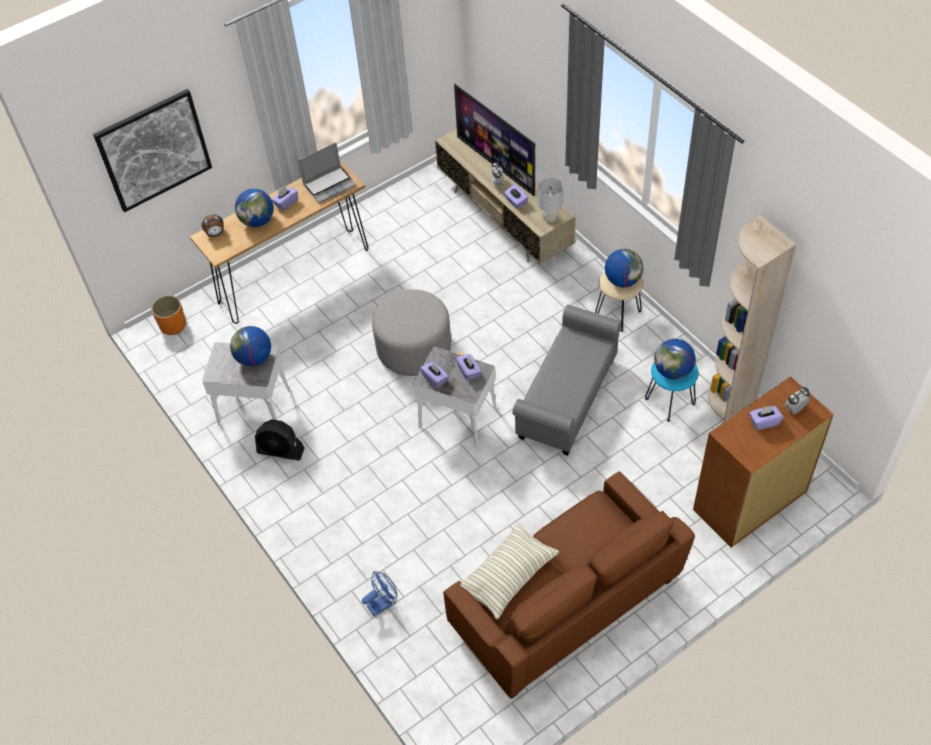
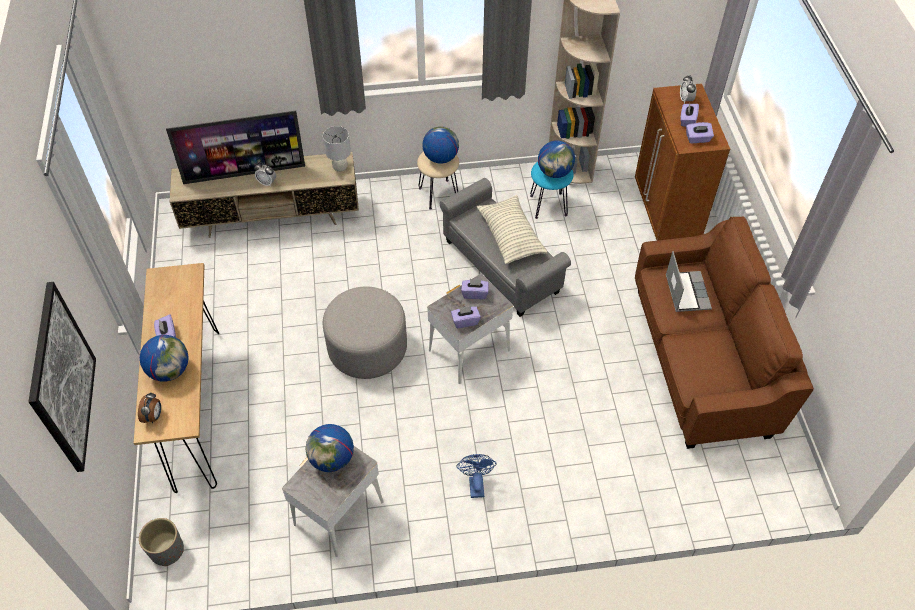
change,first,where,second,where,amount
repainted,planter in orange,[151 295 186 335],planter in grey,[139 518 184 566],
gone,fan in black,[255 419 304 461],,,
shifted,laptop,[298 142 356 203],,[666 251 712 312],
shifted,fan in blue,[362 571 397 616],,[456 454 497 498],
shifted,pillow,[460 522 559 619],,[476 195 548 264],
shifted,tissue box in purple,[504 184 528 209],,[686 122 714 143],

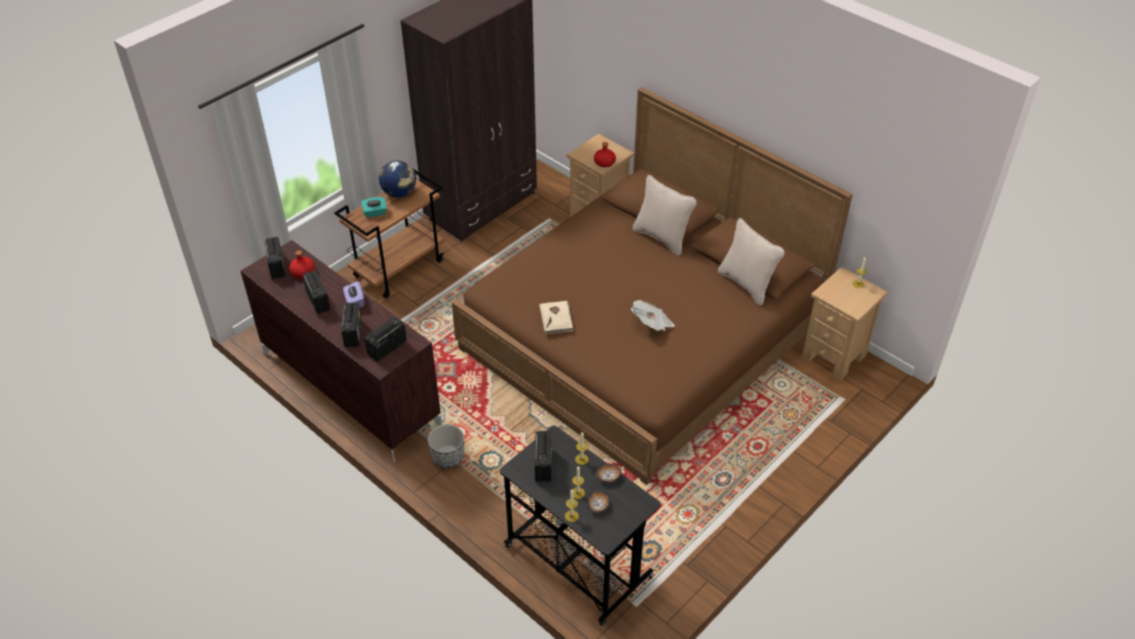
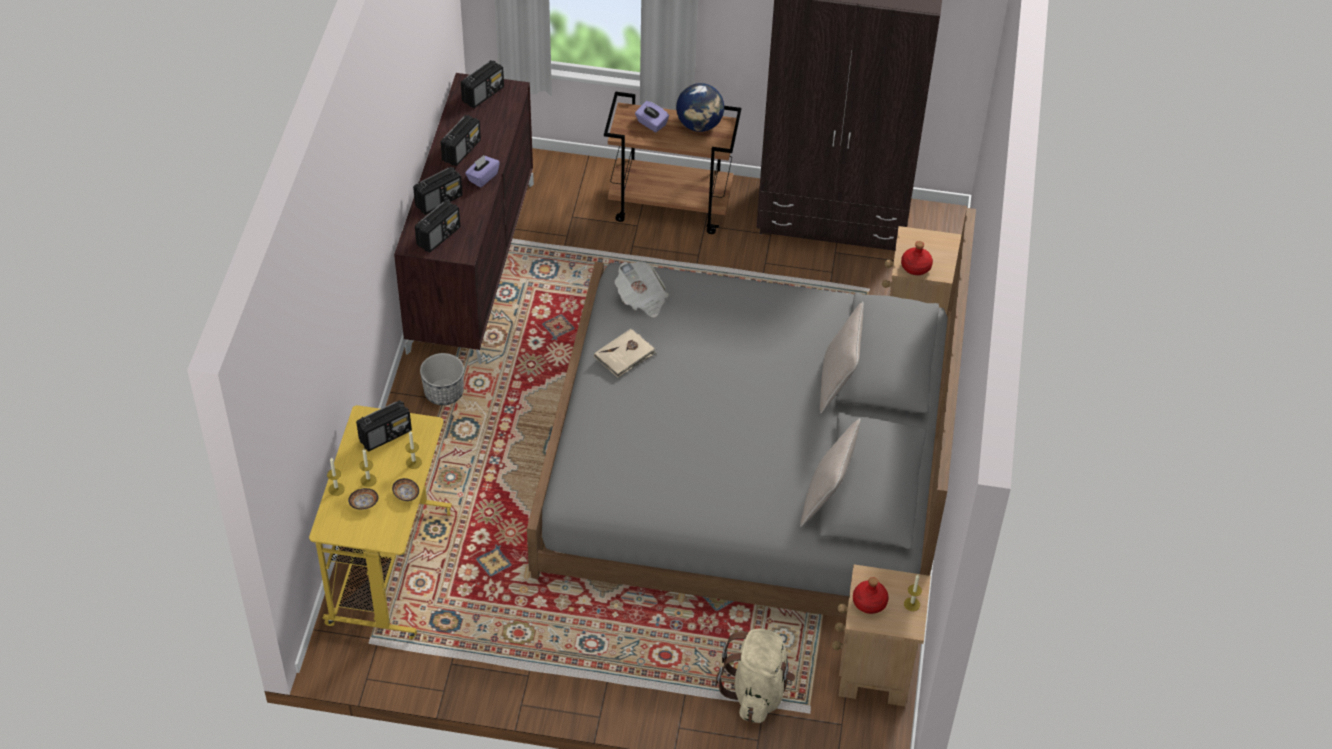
change,first,where,second,where,amount
shifted,bottle in red,[289 250 315 279],,[853 577 889 614],
repainted,tissue box in turquoise,[361 197 387 218],tissue box in purple,[635 101 669 132],
rotated,radio,[365 317 407 362],,[415 200 460 253],120 degrees clockwise
repainted,bed in brown,[452 87 853 485],bed in grey,[527 208 976 618],
repainted,desk in black,[500 426 661 626],desk in yellow,[309 405 452 639],
shifted,newspaper,[631 300 675 331],,[615 261 669 318],
new,,,backpack in beige,[715 628 795 723],

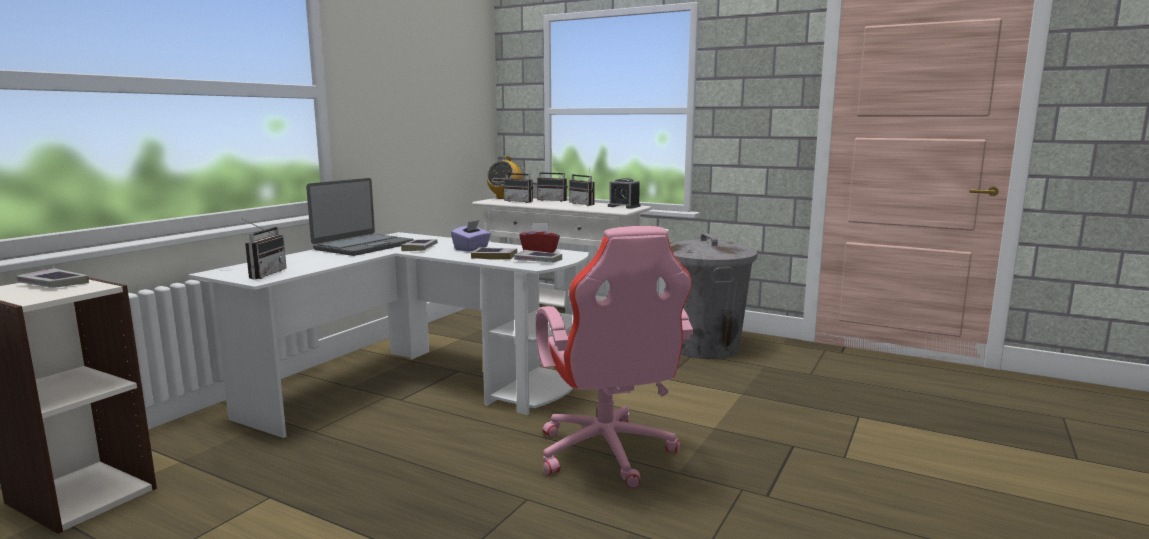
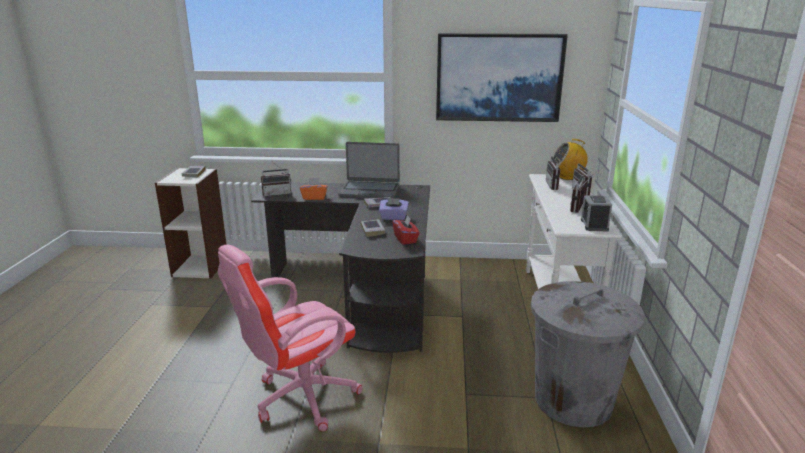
change,first,where,second,where,amount
repainted,desk in white,[188 232 589 438],desk in black,[251 182 430 353],
gone,book,[514 250 562 262],,,
new,,,tissue box in orange,[300 178 328 200],
new,,,picture,[436 33 568 122],

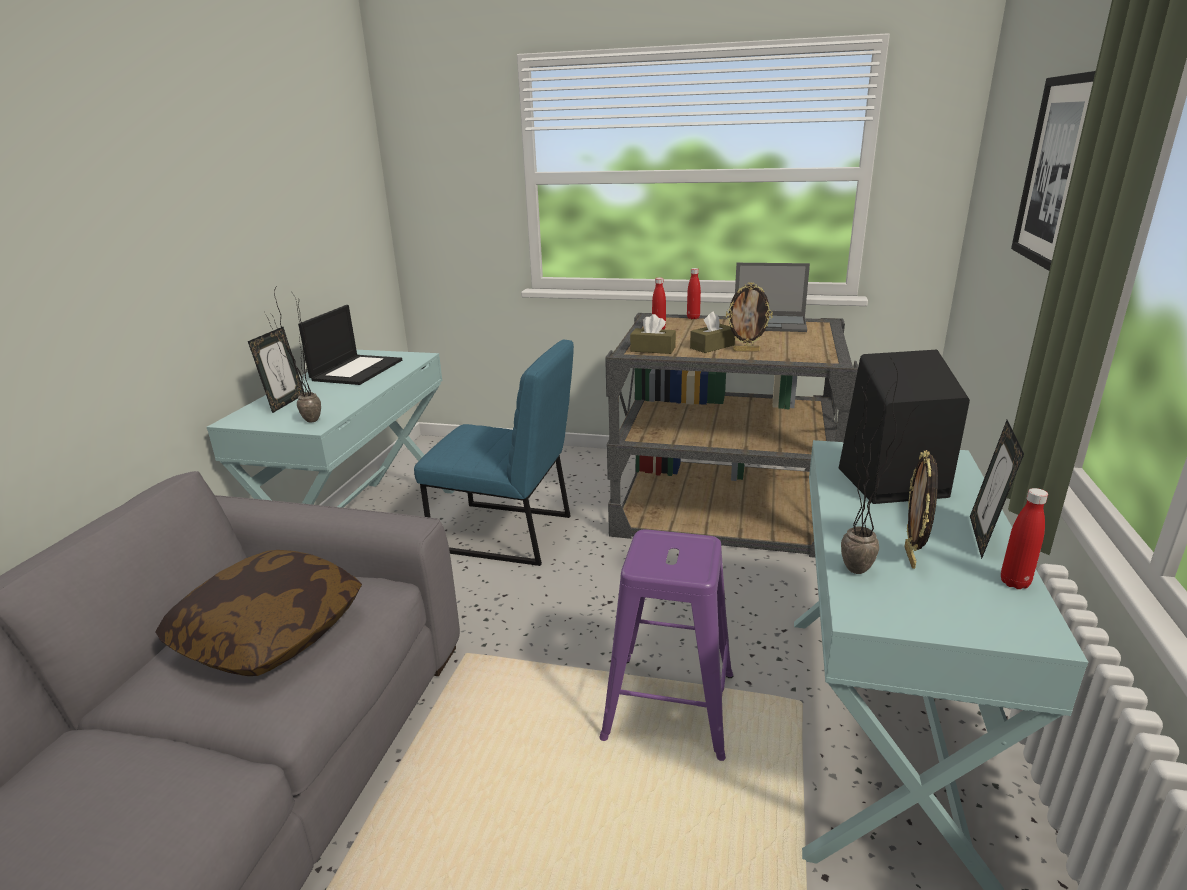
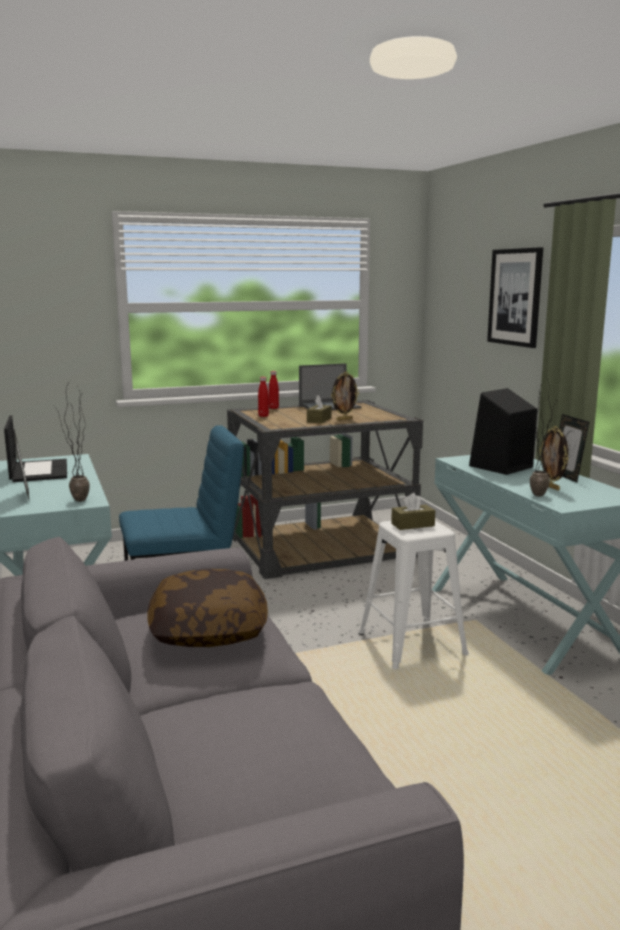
change,first,where,second,where,amount
repainted,stool in purple,[600 529 733 761],stool in white,[358 521 469 669],
shifted,tissue box in brown,[630 314 676 354],,[391 493 435 530],
gone,bottle in red,[1001 488 1048 589],,,

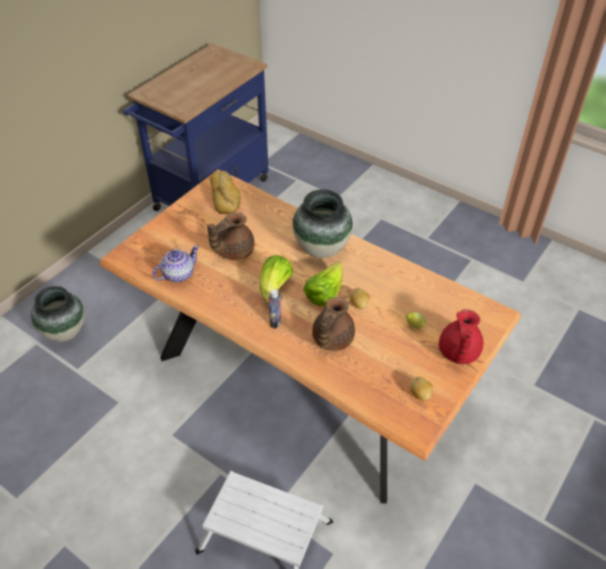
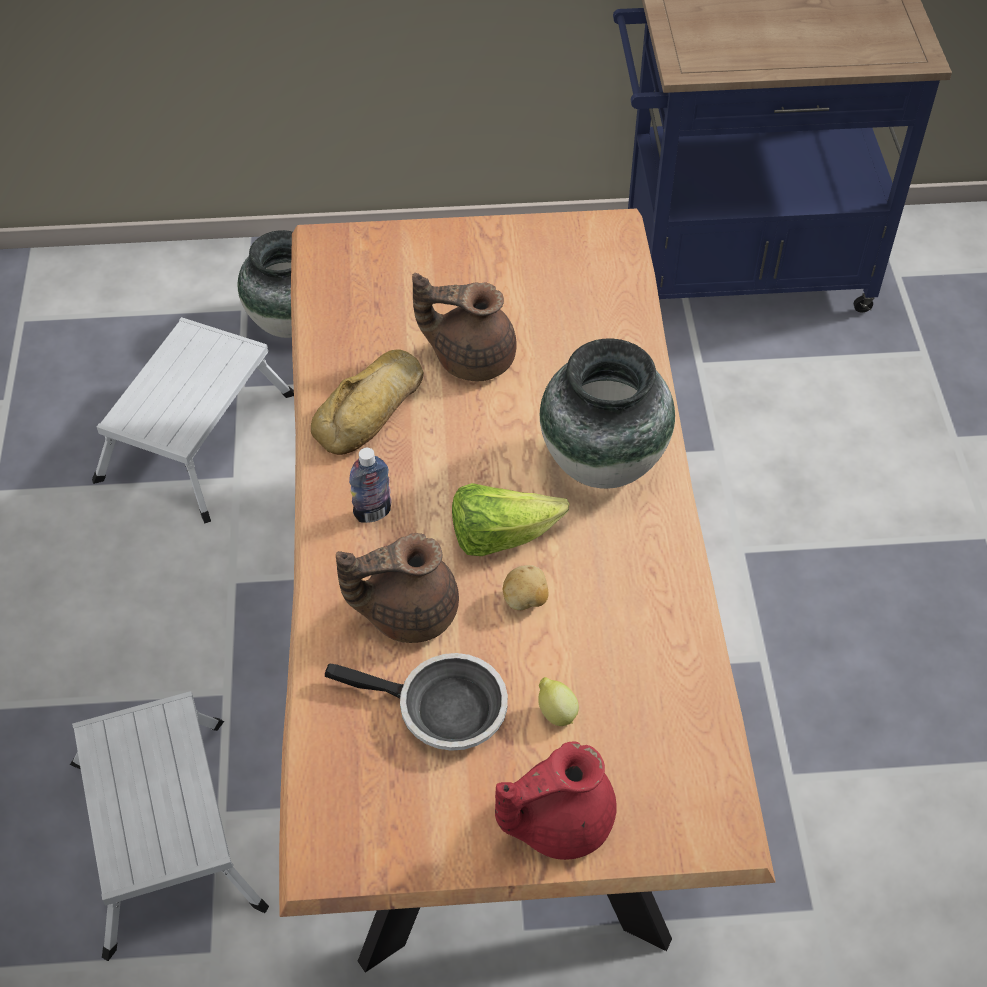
change,first,where,second,where,amount
gone,teapot,[152 245 199 282],,,
shifted,bread,[210 171 241 214],,[311 349 424 455],
gone,lettuce,[260 255 293 303],,,
gone,potato,[411 377 433 401],,,
new,,,step ladder in white,[92 317 294 523],
new,,,frying pan,[325 653 508 751],

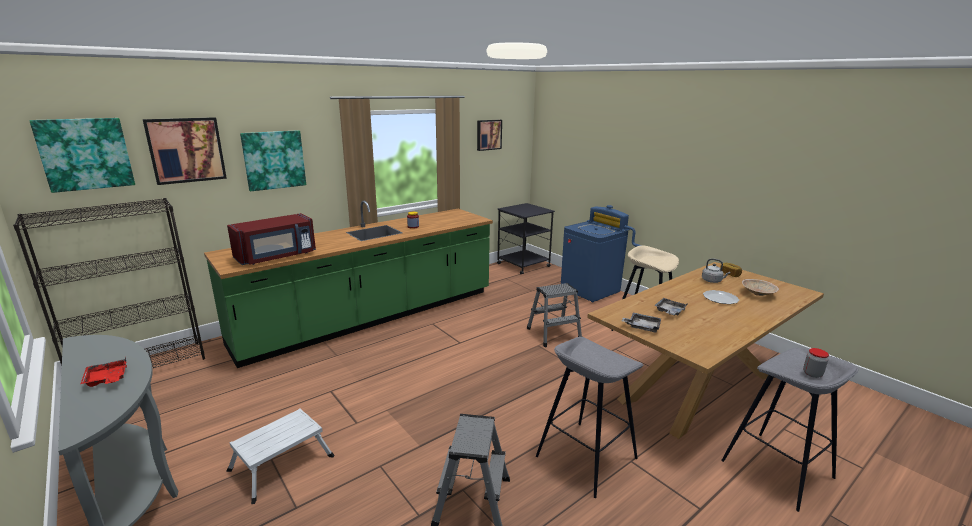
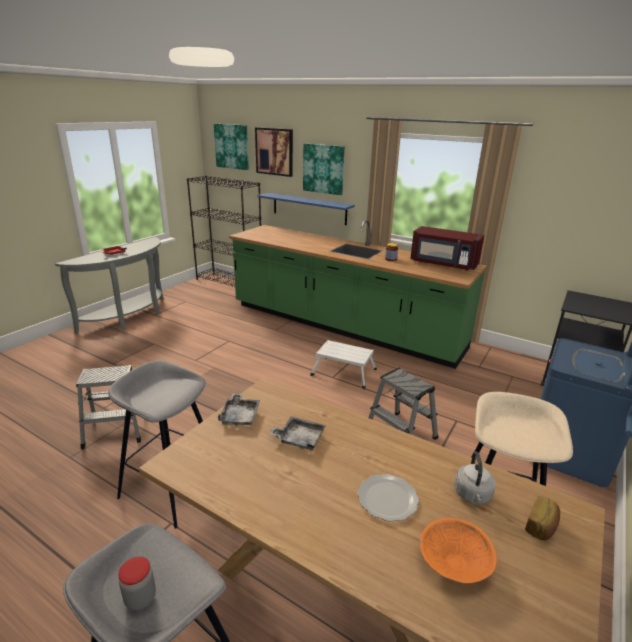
change,first,where,second,where,amount
shifted,step ladder in white,[226 409 335 504],,[310 340 377 389],
shifted,microwave in red,[227 213 316 265],,[410 226 484 271],
gone,picture,[477 120 502 151],,,
repainted,bowl in beige,[742 279 779 296],bowl in orange,[420 518 497 583],
new,,,shelf in blue,[257 193 355 225],

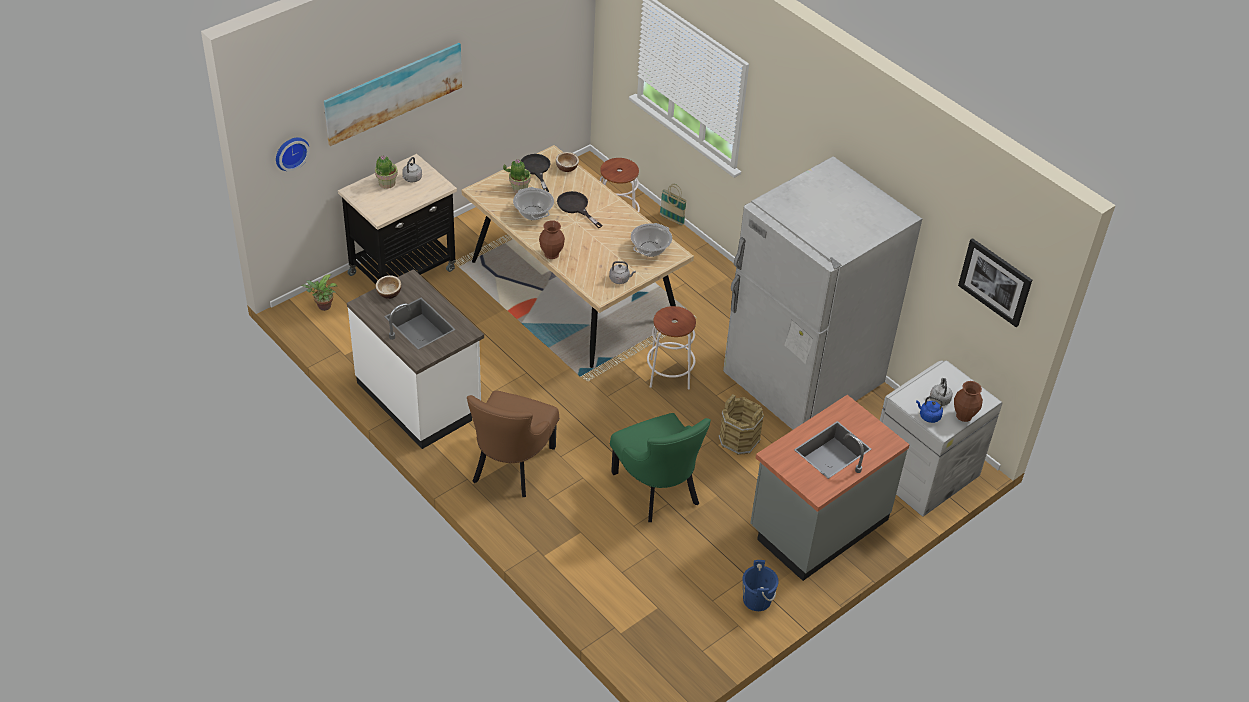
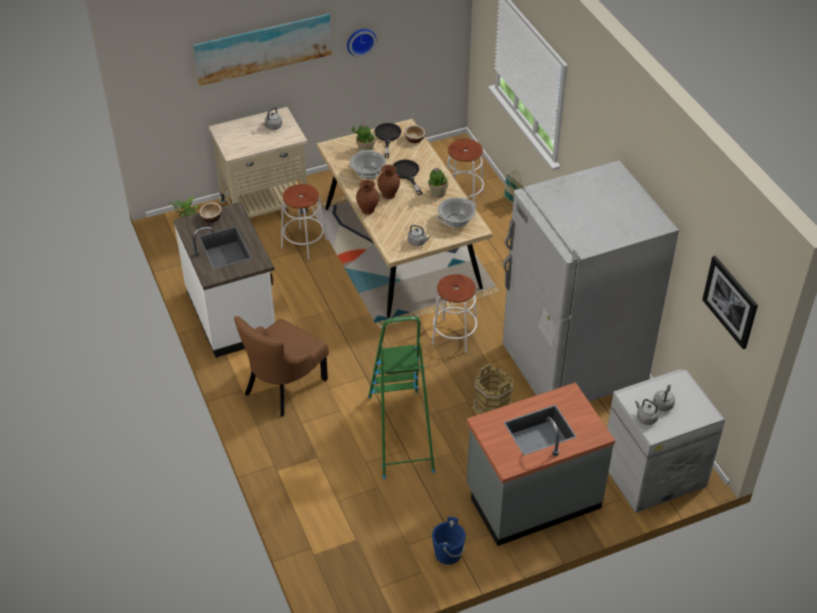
change,first,where,second,where,amount
shifted,wall clock,[276 138 310 171],,[347 29 376 57],
repainted,cart in black,[338 154 457 284],cart in beige,[209 107 308 218],
shifted,potted plant,[375 155 398 189],,[428 168 448 198],
swapped,chair in green,[609 413 711 522],step ladder in green,[368 316 435 479],
repainted,kettle in blue,[916 396 943 423],kettle in grey,[635 399 659 425],
shifted,vase in brown,[954 381 983 422],,[378 165 400 199],
new,,,stool in white,[281 184 328 260],

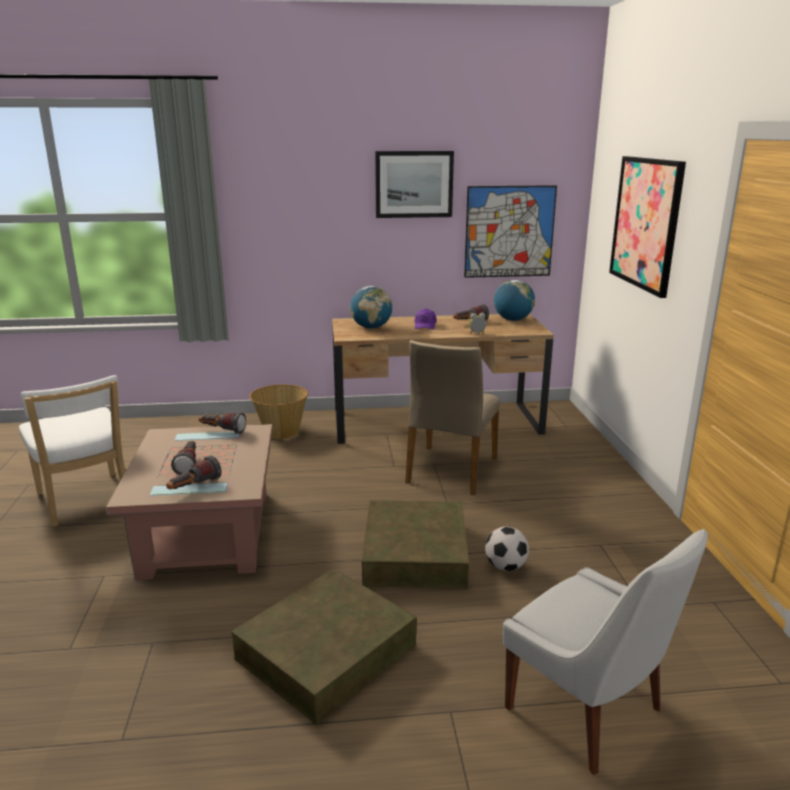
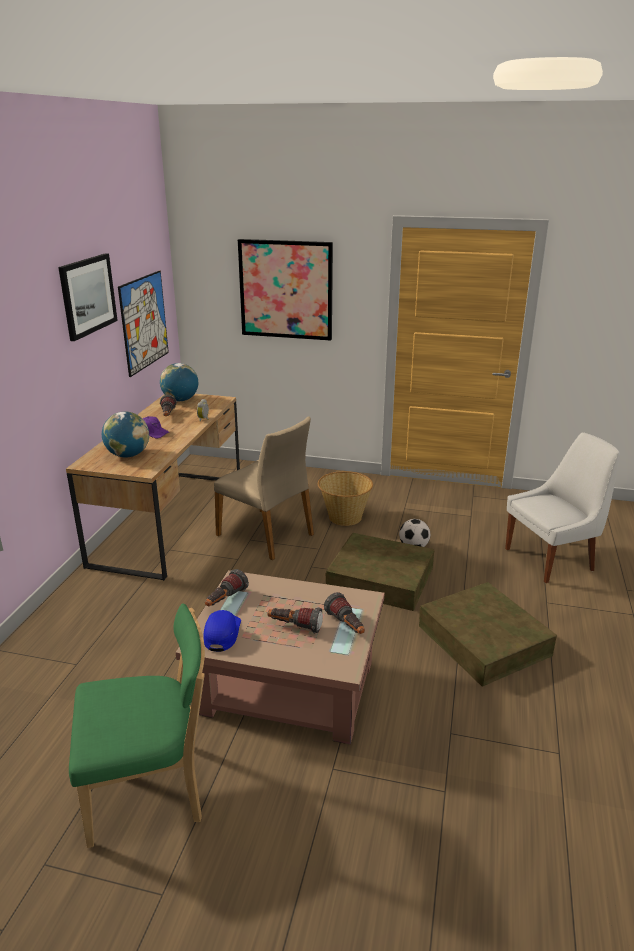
change,first,where,second,where,amount
repainted,chair in white,[19 375 126 527],chair in green,[69 604 205 848],
shifted,basket,[249 384 308 439],,[318 471 373 526],
new,,,cap in blue,[203 610 241 652],

